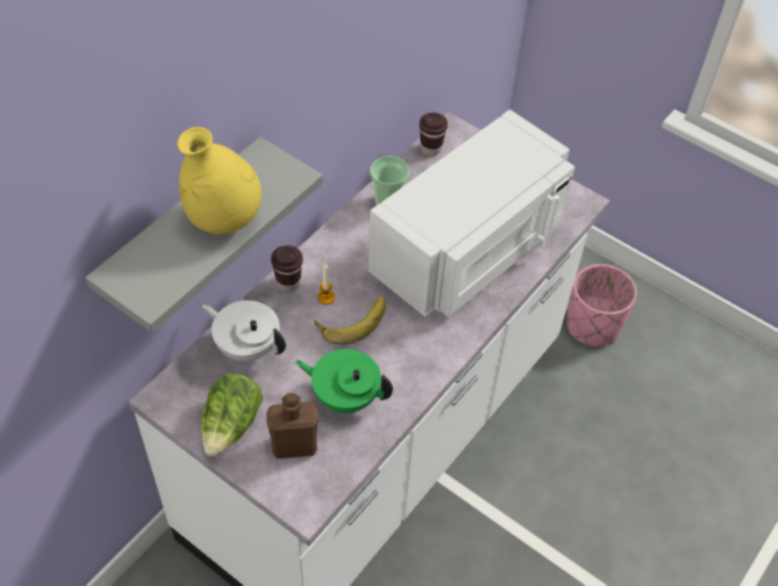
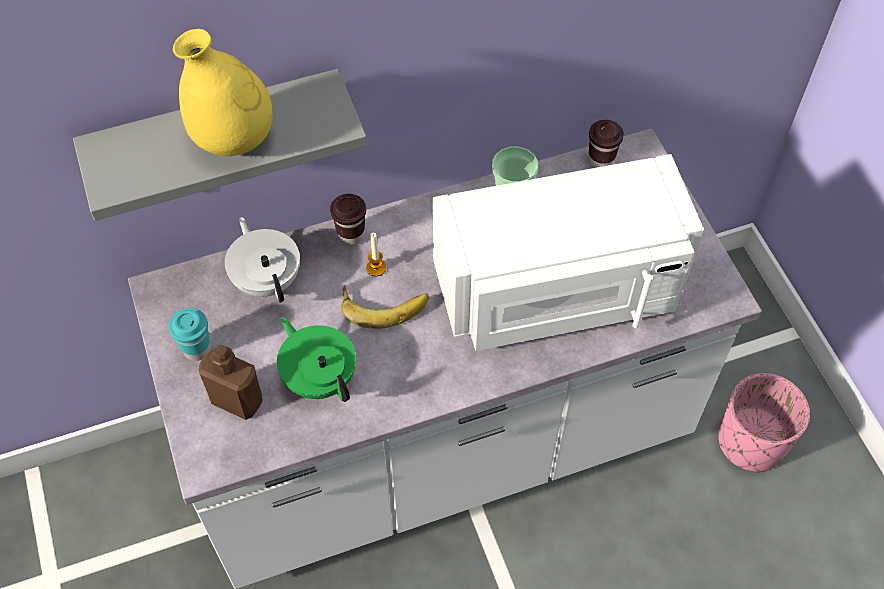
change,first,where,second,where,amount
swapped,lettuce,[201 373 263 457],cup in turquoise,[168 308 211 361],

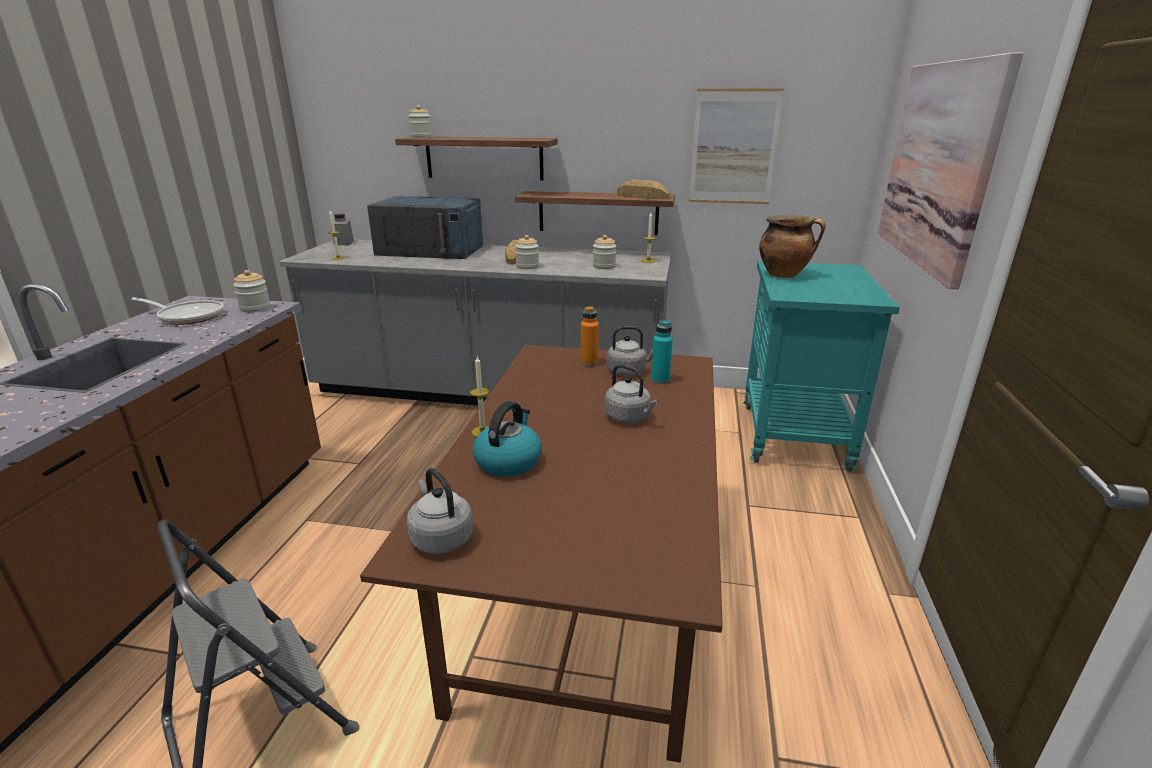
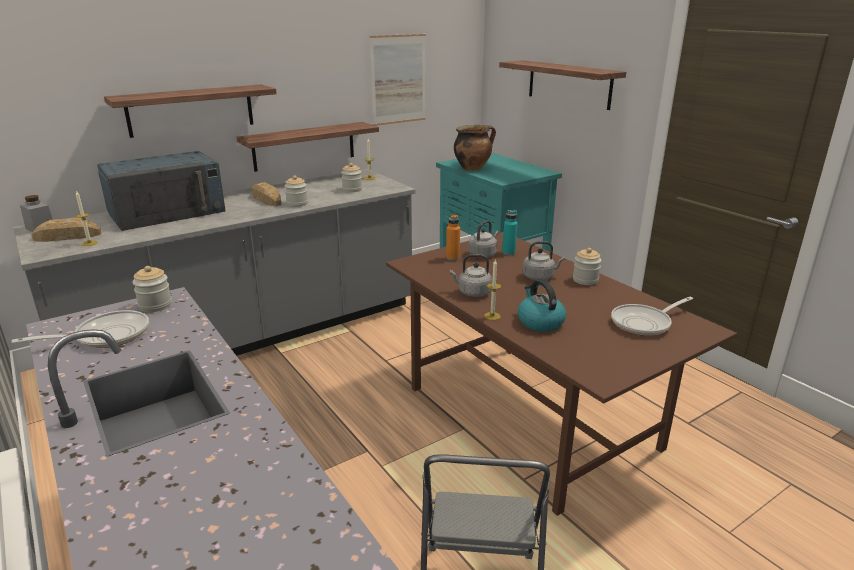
change,first,where,second,where,amount
shifted,kettle in grey,[407 468 473 554],,[450 254 492 297],
shifted,jar,[408 105 432 138],,[573 248 602 285],
shifted,bread,[617 180 670 199],,[31 218 102 242],
swapped,picture,[878 52 1023 289],shelf,[499 60 626 110],
new,,,frying pan,[611 297 693 336],

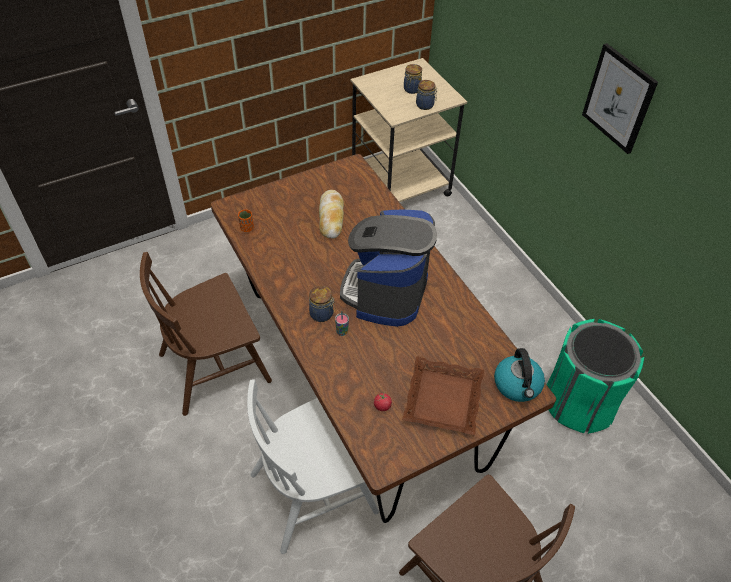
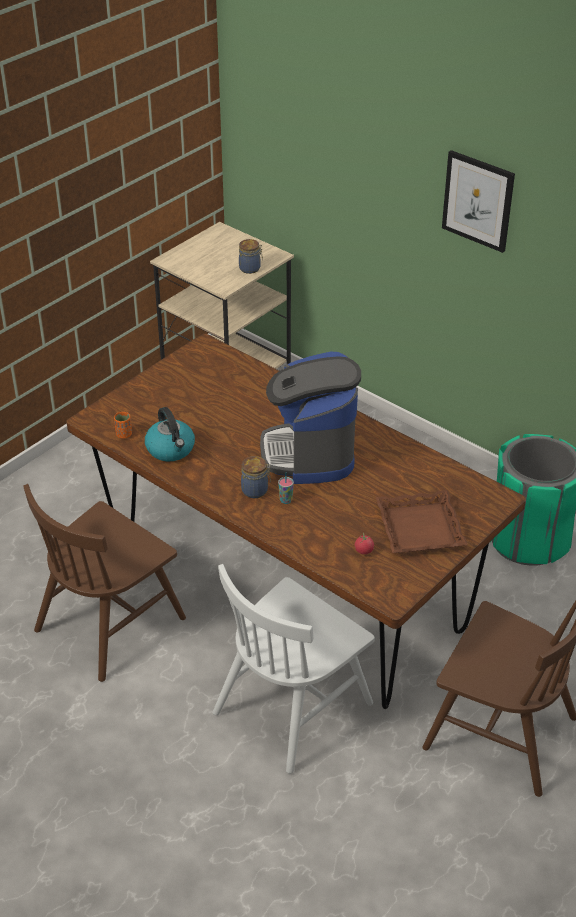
change,first,where,second,where,amount
gone,bread,[319 190 344 238],,,
gone,jar,[404 64 422 94],,,
shifted,kettle,[494 348 545 402],,[145 407 195 461],

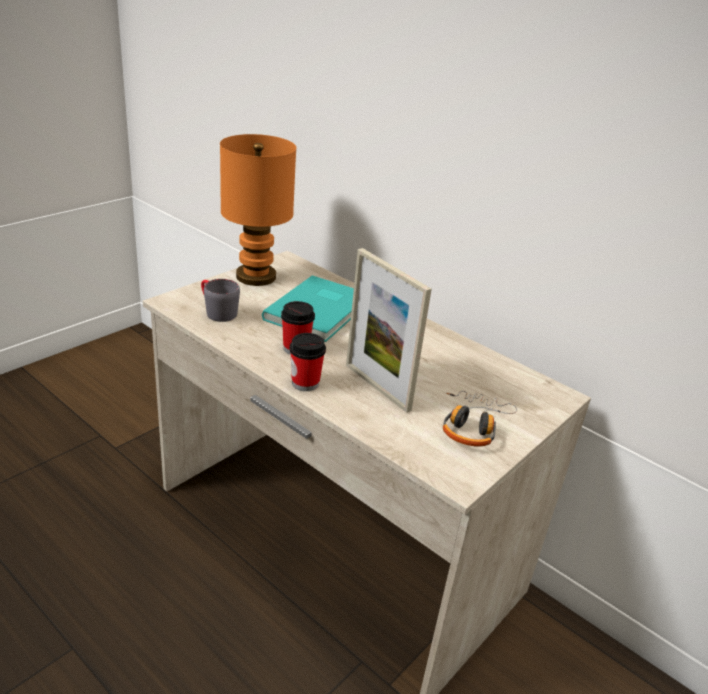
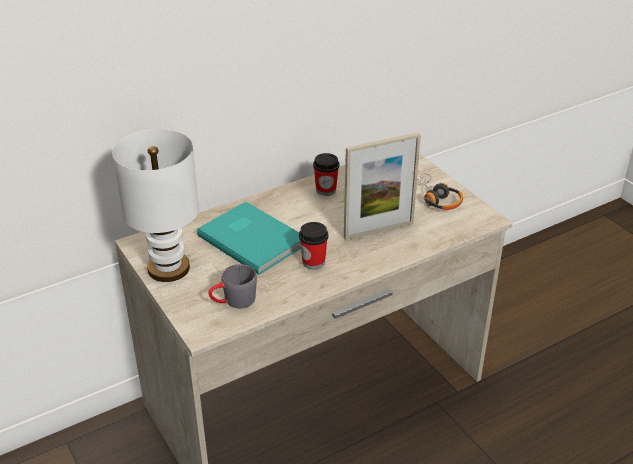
change,first,where,second,where,amount
repainted,table lamp in orange,[220 134 296 286],table lamp in white,[112 129 199 282],
shifted,cup,[289 333 326 391],,[313 153 339 196],

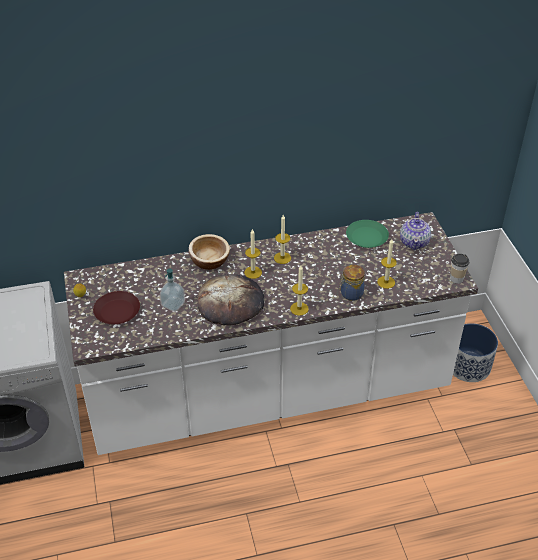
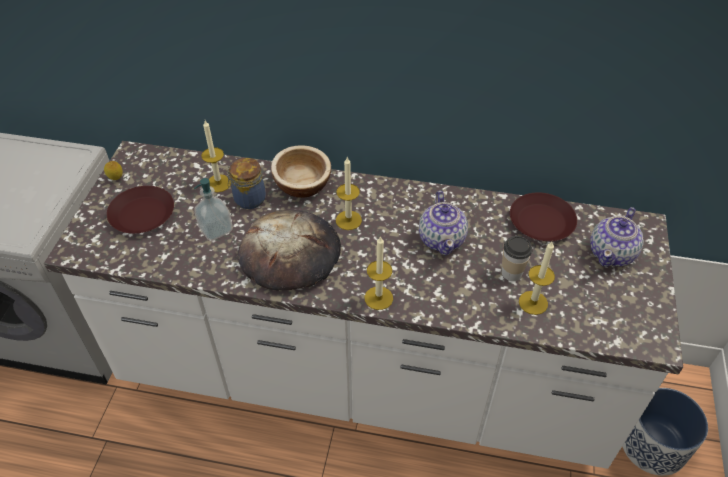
change,first,where,second,where,amount
shifted,candle,[274 215 291 264],,[201 120 231 192],
shifted,jar,[339 265 365 301],,[226 158 266 209],
repainted,plate in green,[346 220 389 248],plate in brown,[510 192 577 241],
shifted,cup,[450 254 469 284],,[501 236 532 281],
new,,,teapot,[419 191 468 256],

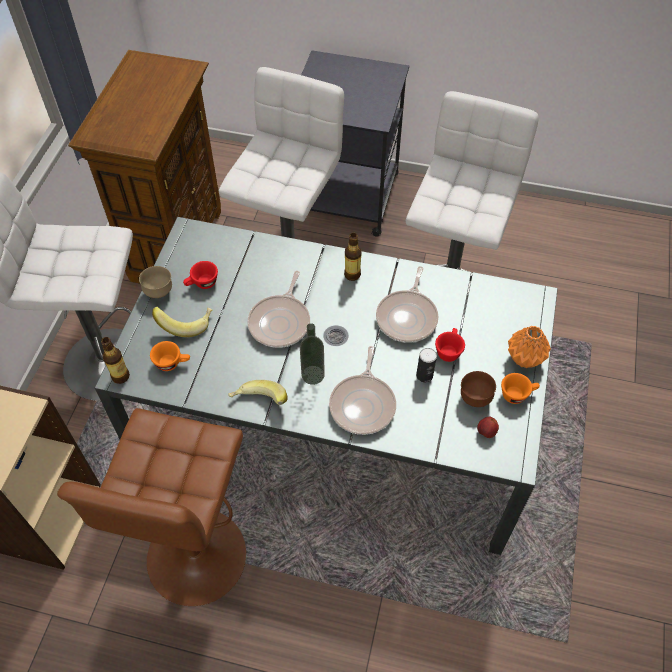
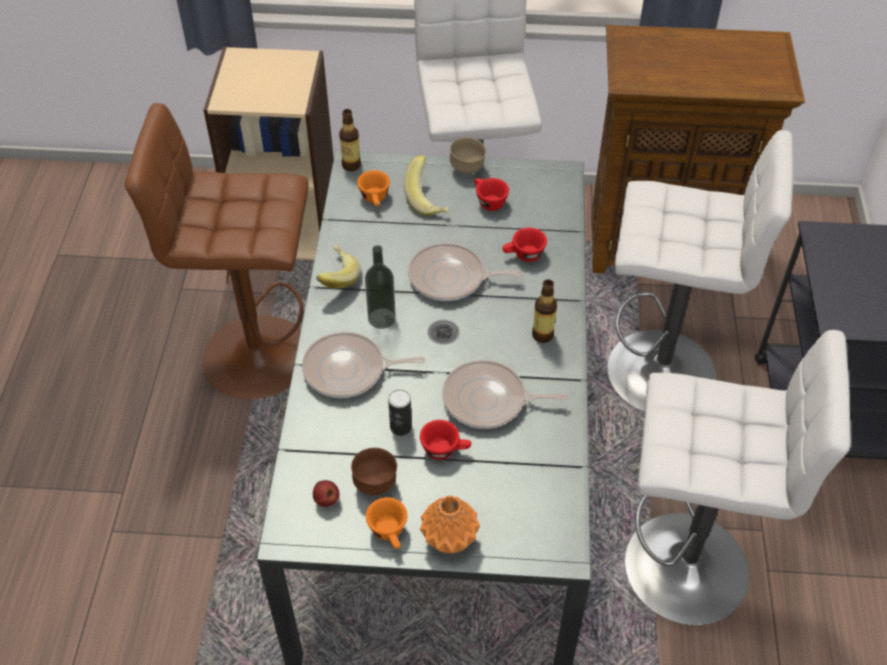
change,first,where,second,where,amount
new,,,cup in red,[502 228 547 262],

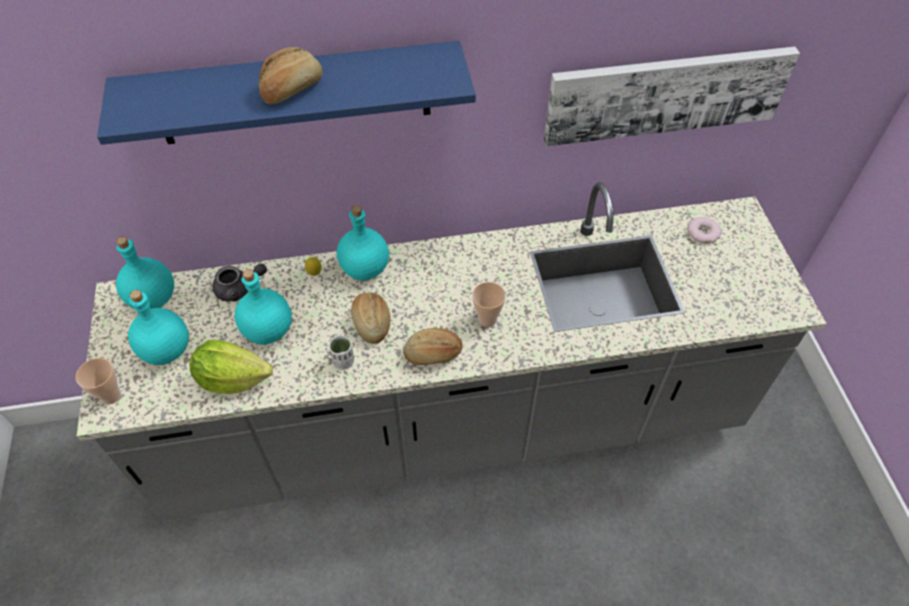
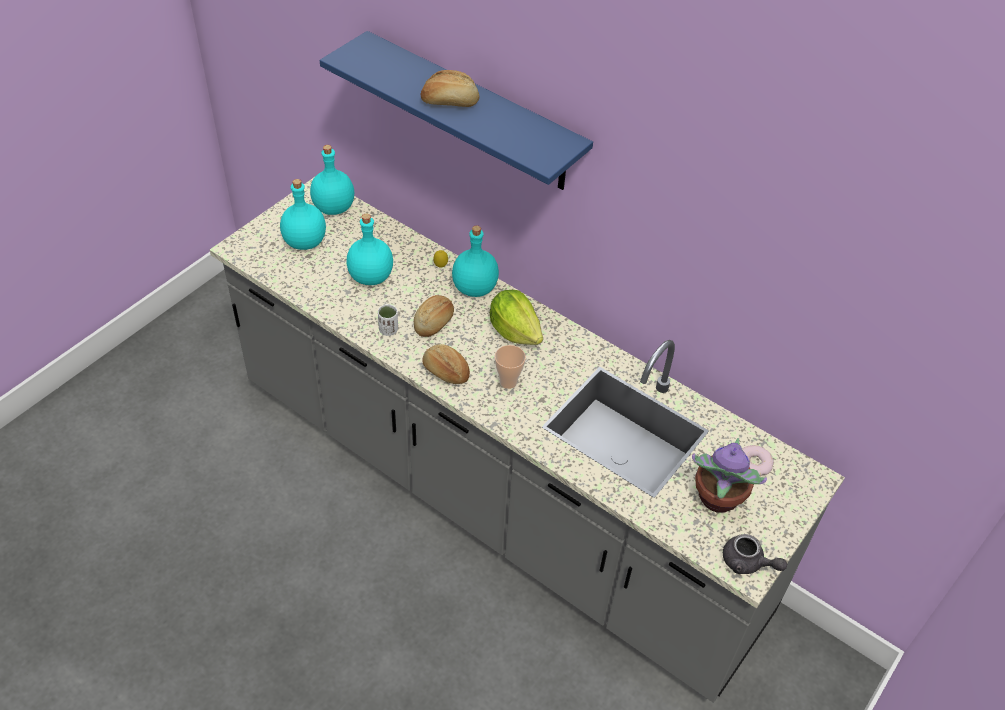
change,first,where,second,where,amount
gone,cup,[76 358 121 404],,,
shifted,lettuce,[190 340 273 394],,[490 290 543 345],
shifted,teapot in grey,[212 264 267 302],,[723 534 787 574],
gone,picture,[544 47 800 146],,,
new,,,potted plant,[692 438 767 513],

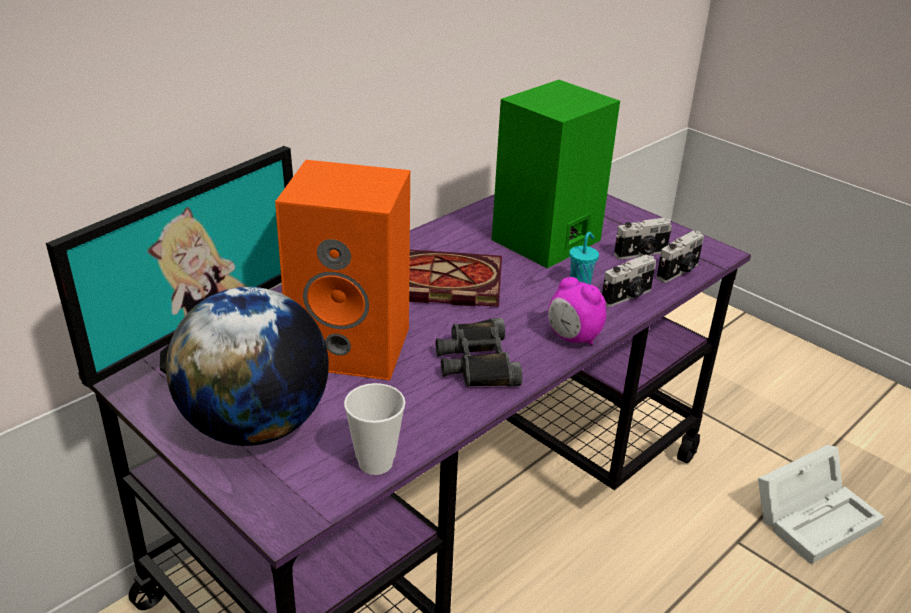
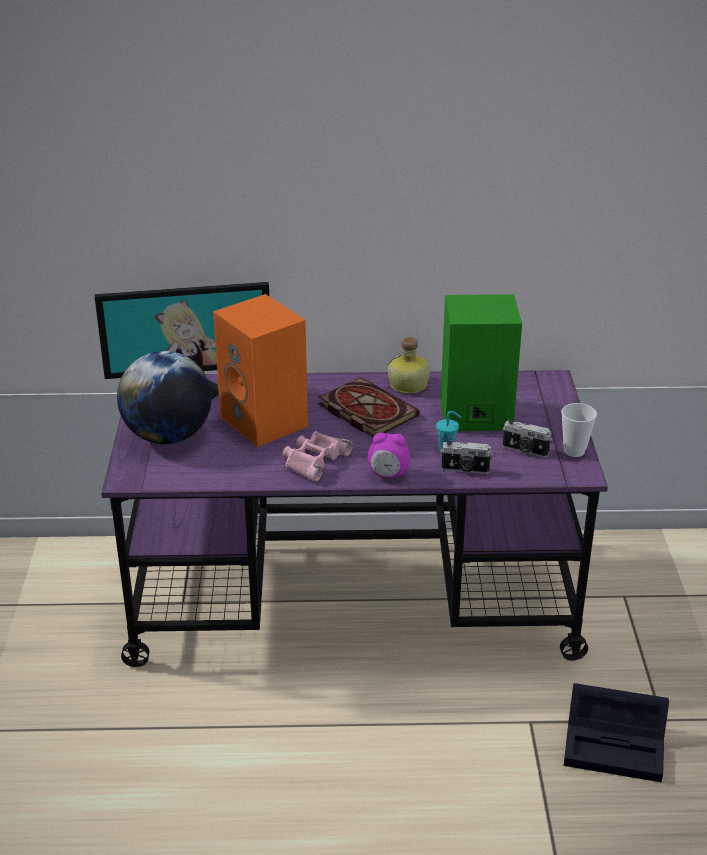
change,first,where,second,where,amount
shifted,cup,[344 383 405 475],,[561 403 597 457],
repainted,binoculars in black,[436 318 522 387],binoculars in pink,[282 431 353 482],
rotated,alarm clock,[548 277 606 345],,[368 433 410 478],75 degrees counterclockwise
gone,photo camera,[656 231 704 283],,,
repainted,storage box in white,[758 445 884 564],storage box in black,[564 683 669 782],
new,,,bottle,[388 337 430 394],

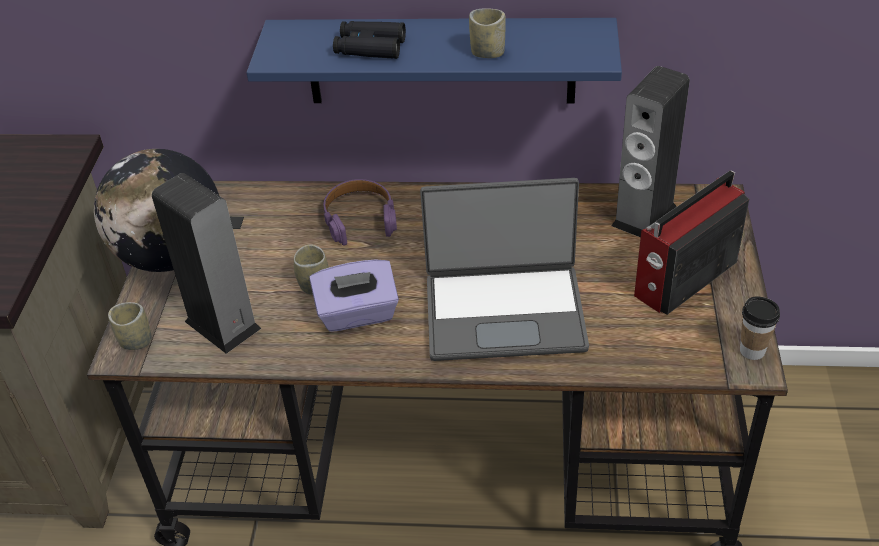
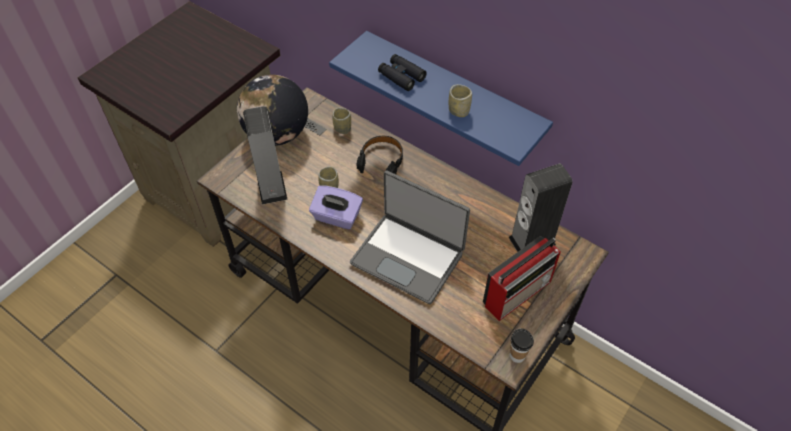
change,first,where,second,where,amount
shifted,cup,[108 302 152 350],,[332 108 351 134],
repainted,headphones in purple,[323 179 397 246],headphones in black,[357 136 403 174],
rotated,radio,[634 171 749 315],,[483 236 561 321],150 degrees clockwise

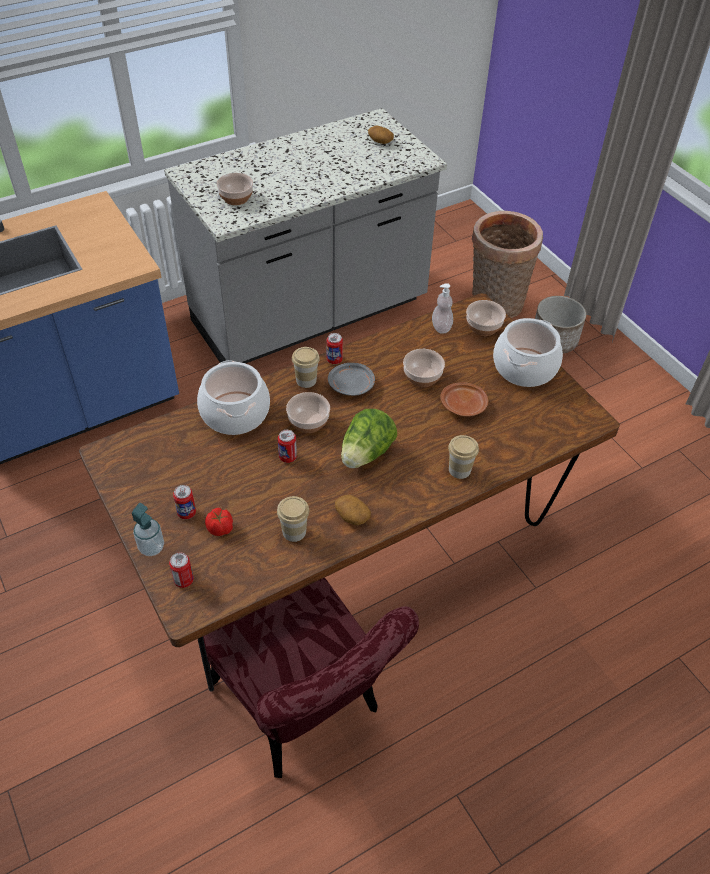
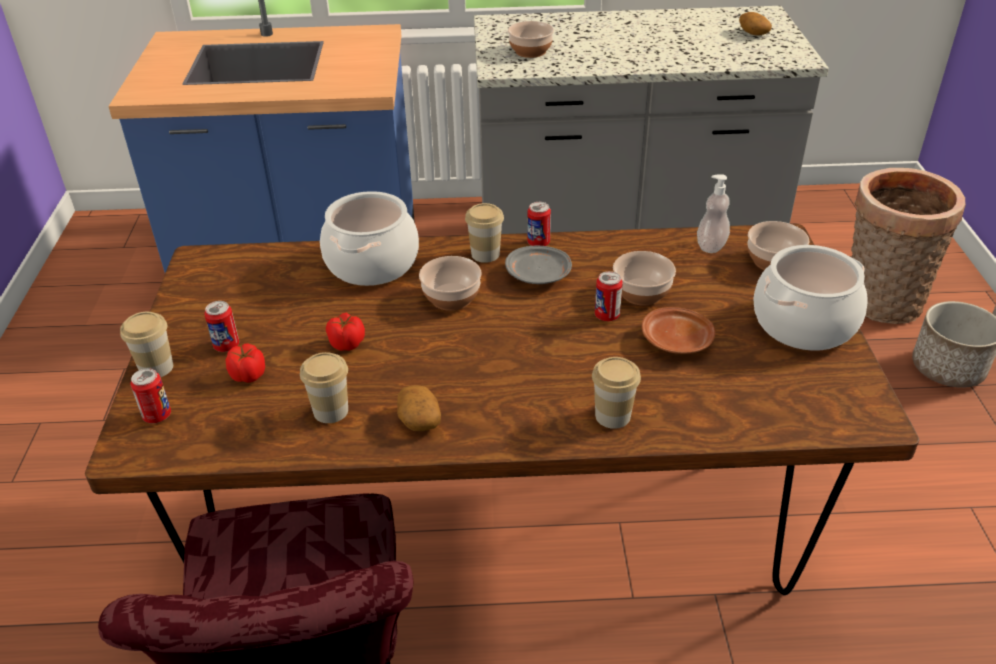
change,first,where,second,where,amount
swapped,soap dispenser,[132 503 164 556],cup,[120 312 173 377],
shifted,can,[278 430 297 463],,[595 271 623 321],
gone,lettuce,[341 409 397 468],,,
new,,,tomato,[326 312 365 351],

